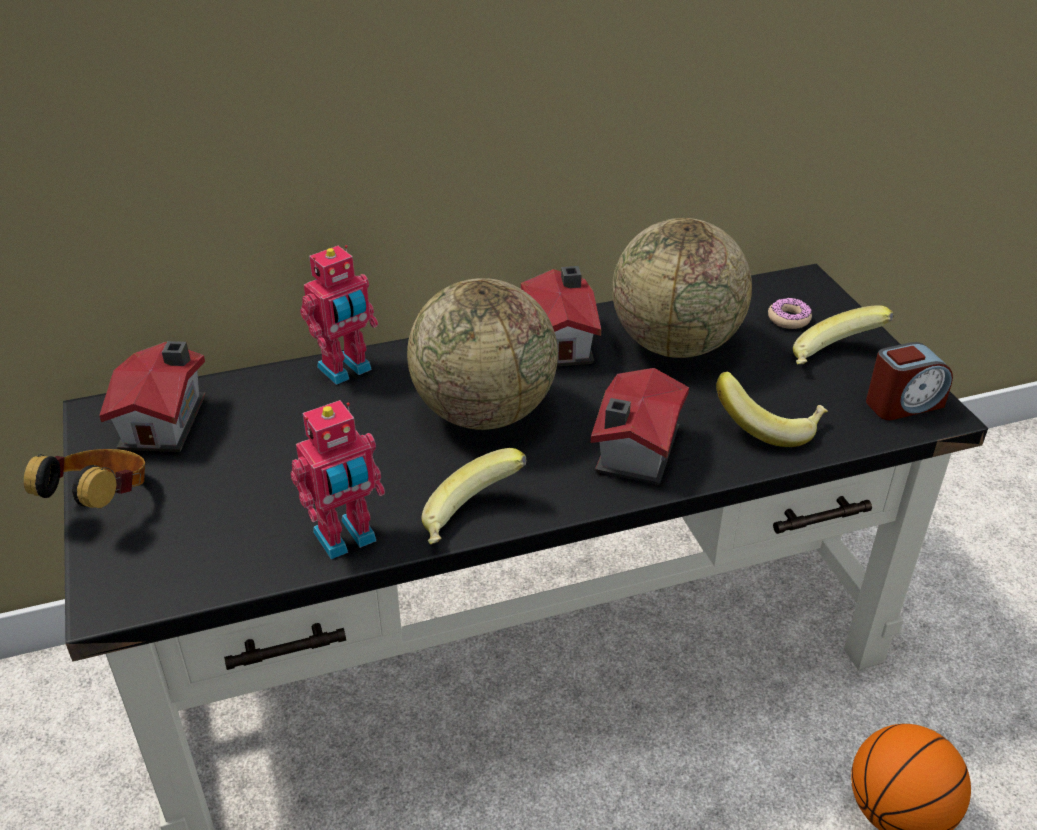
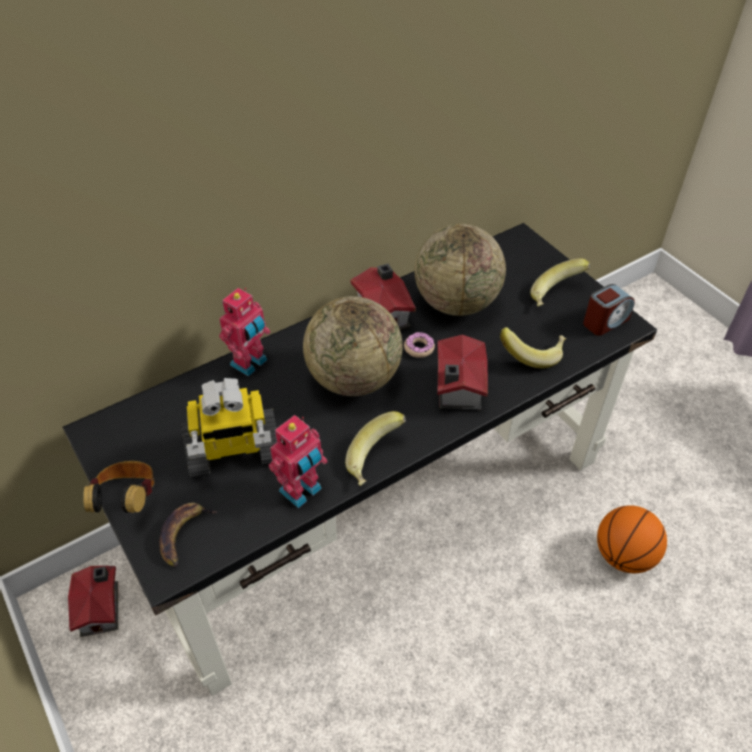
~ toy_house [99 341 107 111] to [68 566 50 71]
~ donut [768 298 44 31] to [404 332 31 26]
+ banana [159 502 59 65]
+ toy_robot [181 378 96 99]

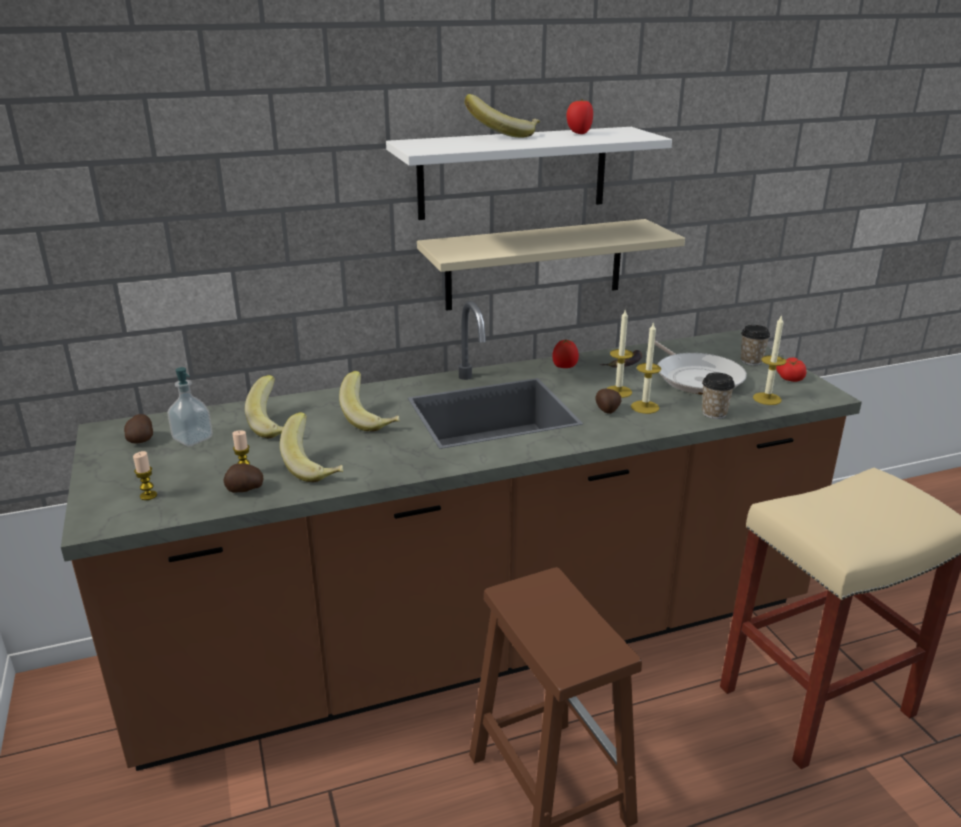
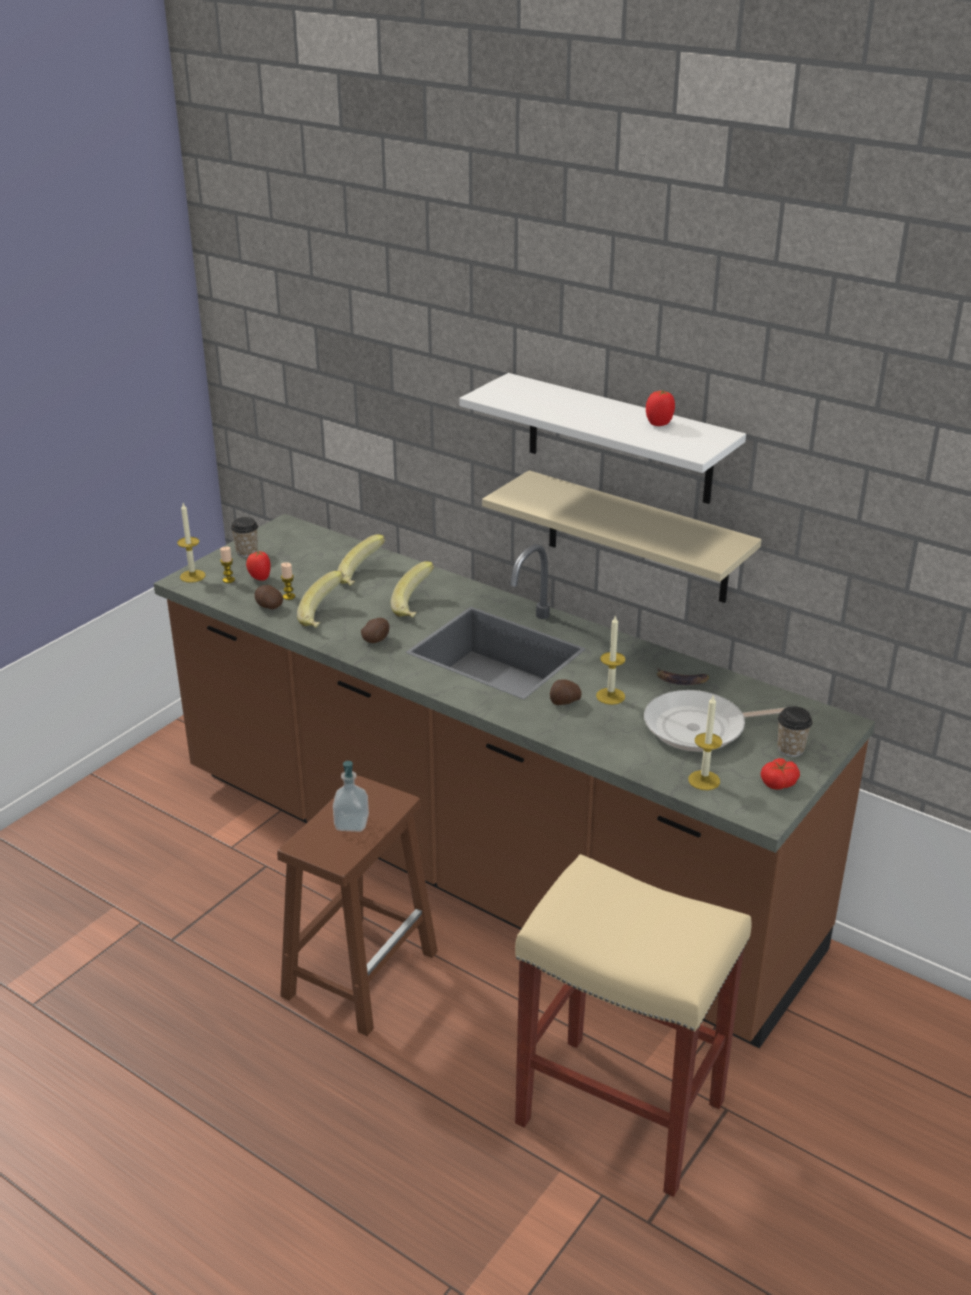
~ potato [124 414 29 30] to [361 618 28 25]
~ soap_dispenser [167 367 46 79] to [333 761 36 71]
- banana [465 94 75 44]
~ tomato [552 339 27 29] to [246 551 25 30]
~ candle [631 322 30 92] to [177 503 28 80]
~ frying_pan [654 340 93 55] = [644 690 143 62] 45 degrees clockwise
~ cup [702 373 33 46] to [231 517 27 40]

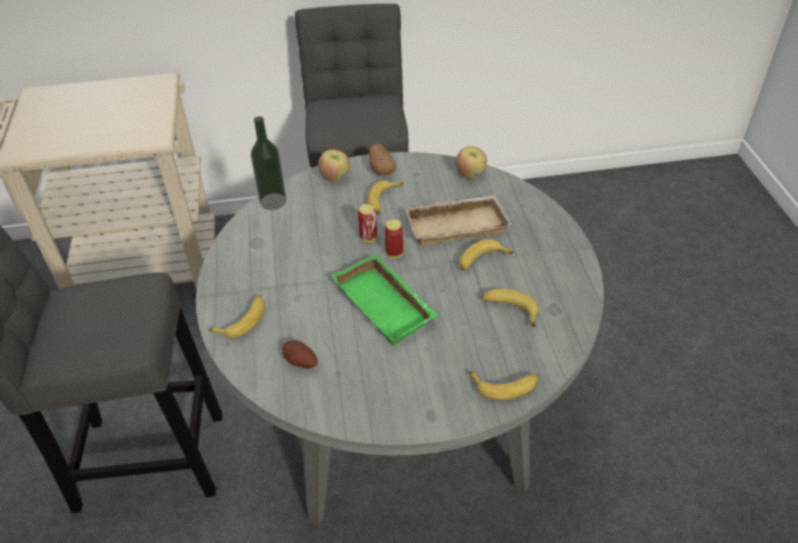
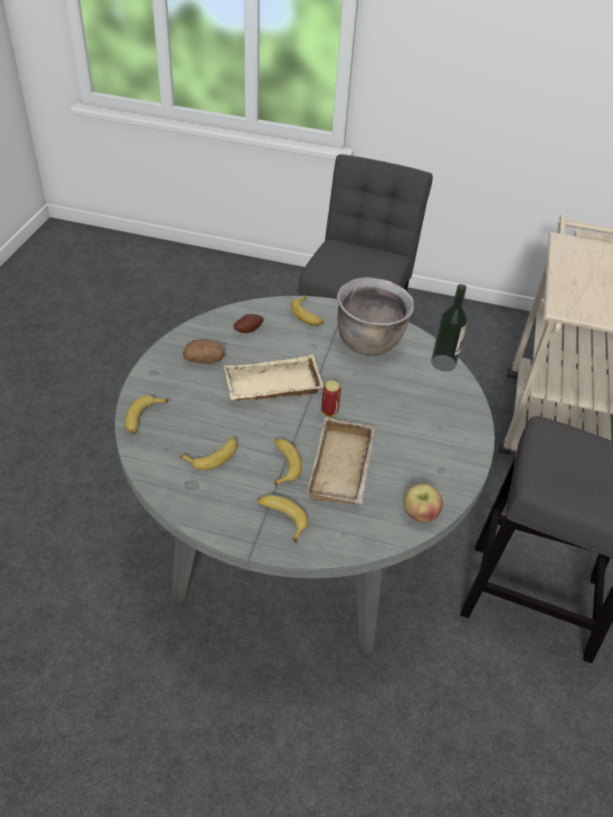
- apple [318 149 32 32]
~ green_tray [331 254 107 92] to beige_tray [224 354 100 47]
- can [358 204 19 38]
~ banana [367 180 36 34] to [257 495 51 48]
~ potato [368 143 28 32] to [183 340 42 24]
+ brown_cooking_pot [337 277 77 79]

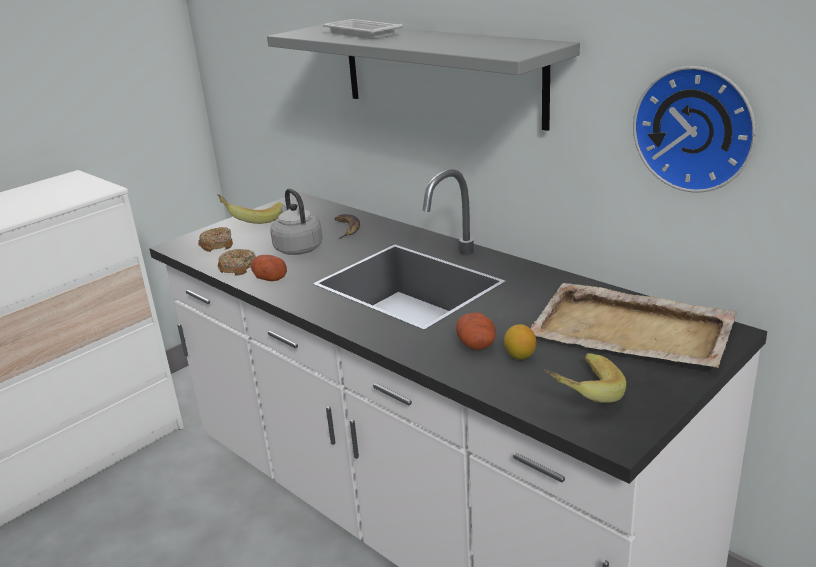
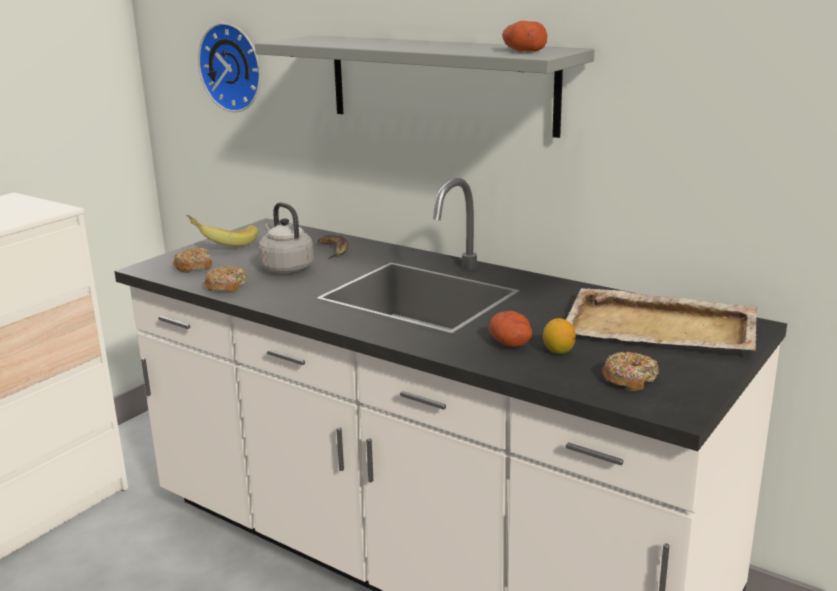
~ potato [251 255 36 26] to [502 21 45 30]
- white_tray [323 19 80 20]
~ banana [544 353 82 50] to donut [602 351 57 40]
~ wall_clock [633 66 123 127] to [198 23 63 89]

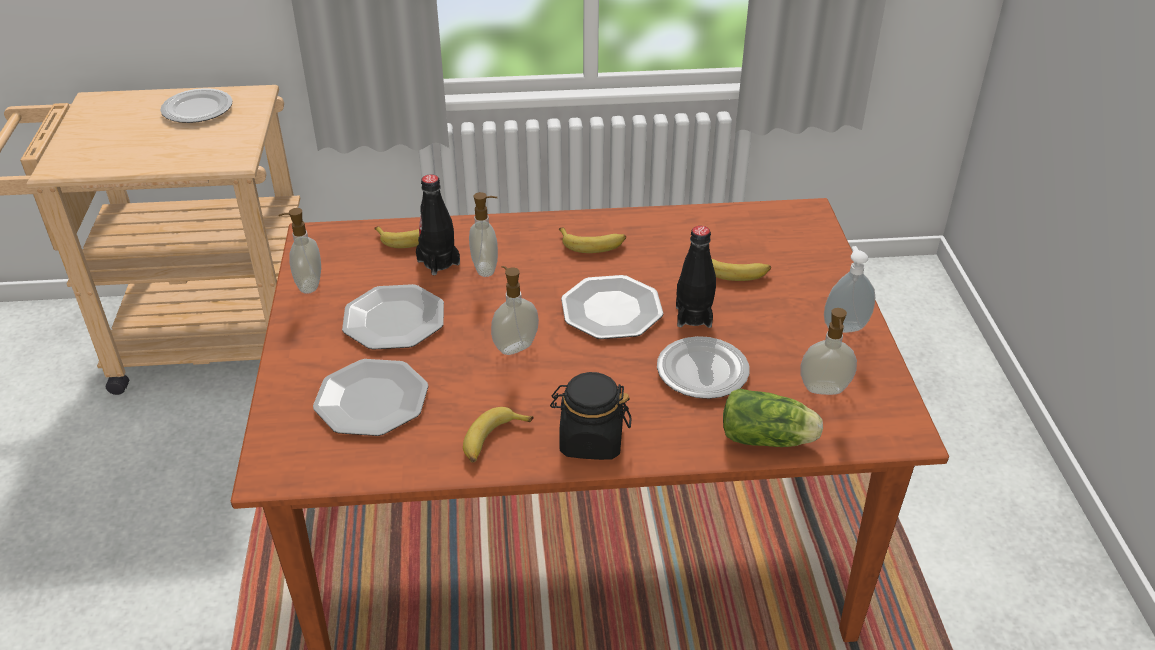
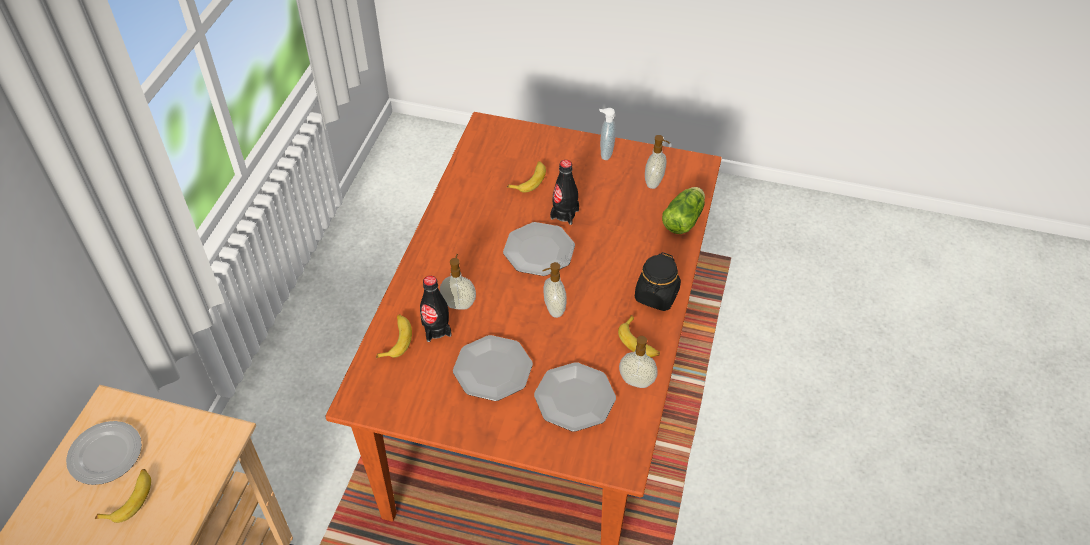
~ soap_dispenser [278 208 43 86] to [619 336 38 52]
~ banana [559 227 67 26] to [95 469 56 54]
- plate [657 336 93 63]

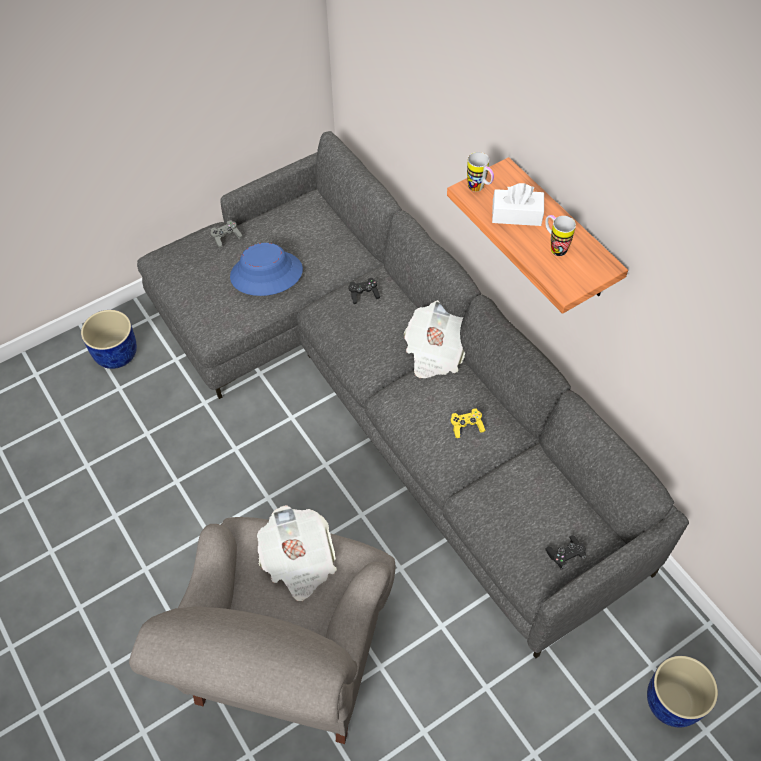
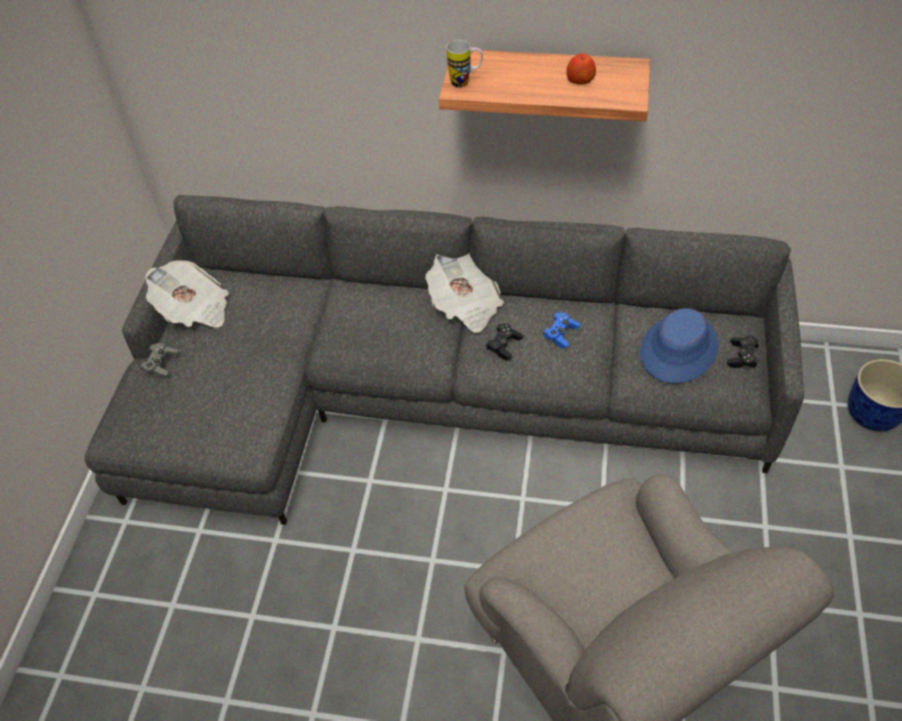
- blue_planter [81 310 56 59]
~ blue_hat [230 243 73 53] to [640 308 79 75]
~ newspaper [257 505 80 96] to [145 260 83 68]
~ black_game_controller [349 278 31 26] to [486 323 37 38]
~ yellow_game_controller [451 408 35 30] to blue_game_controller [543 312 37 37]
- white_tissue_box [492 183 52 43]
~ mug [545 215 31 41] to apple [566 53 30 32]

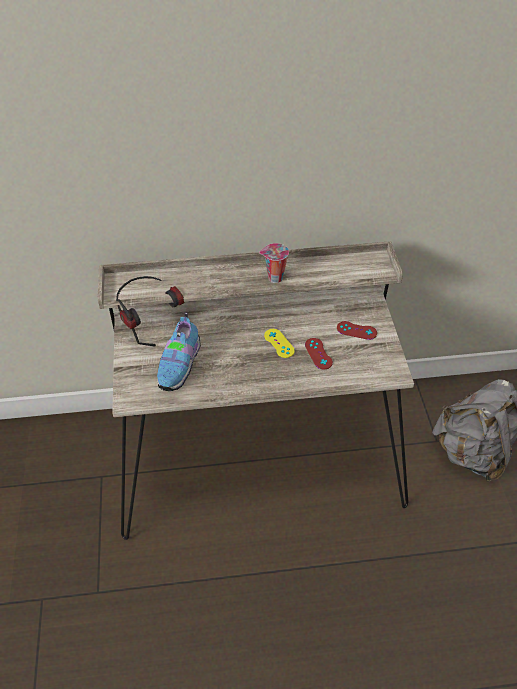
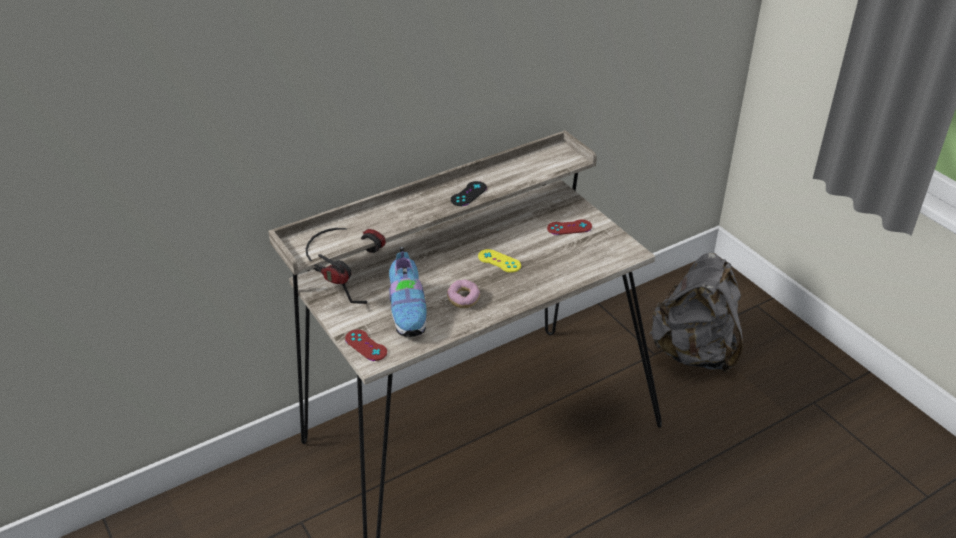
~ cup [259 243 30 40] to black_game_controller [451 181 36 25]
~ red_game_controller [305 338 28 32] to [345 330 42 31]
+ donut [447 279 33 29]

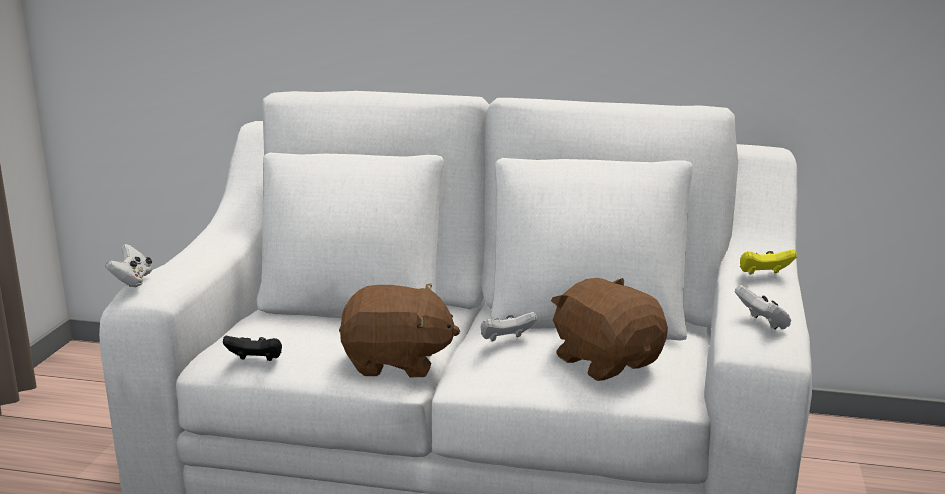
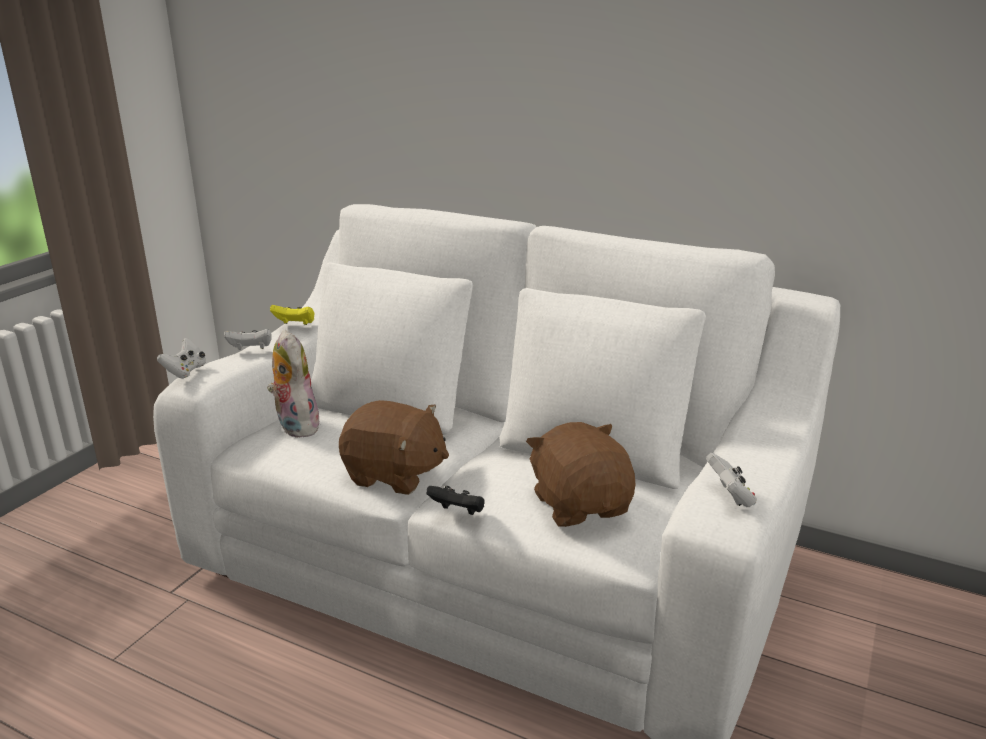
~ black_game_controller [223 336 59 25] to [426 486 59 29]
~ white_game_controller [481 312 56 29] to [224 329 48 21]
~ yellow_game_controller [740 249 57 25] to [270 305 45 20]
+ plush_toy [267 329 53 108]

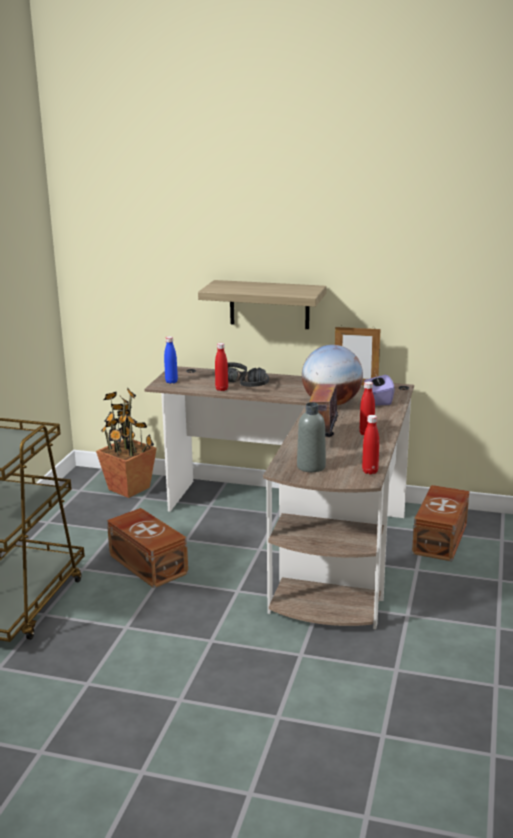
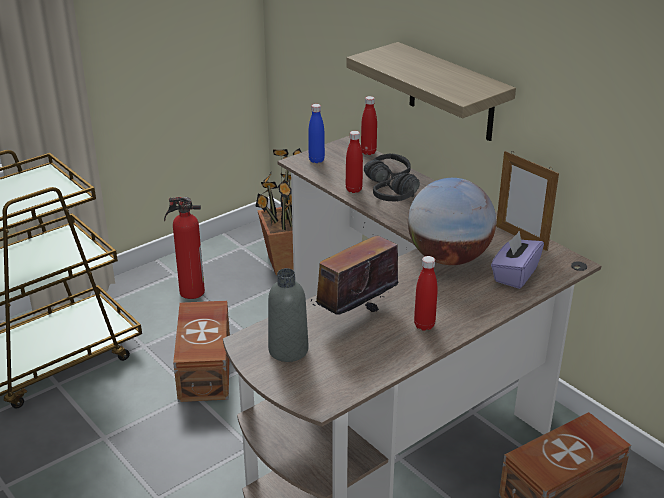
~ red_bottle [362 415 17 59] to [361 96 16 59]
+ fire_extinguisher [164 197 41 102]

